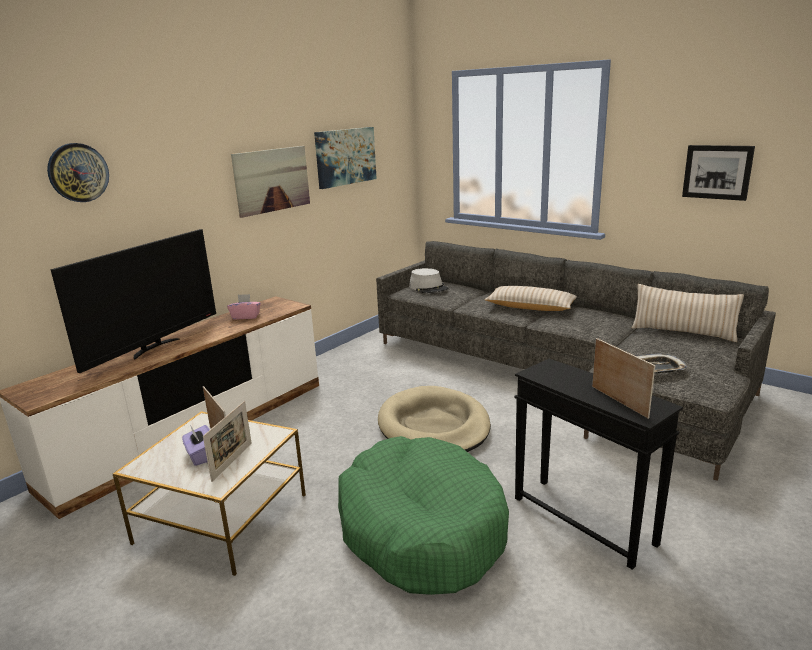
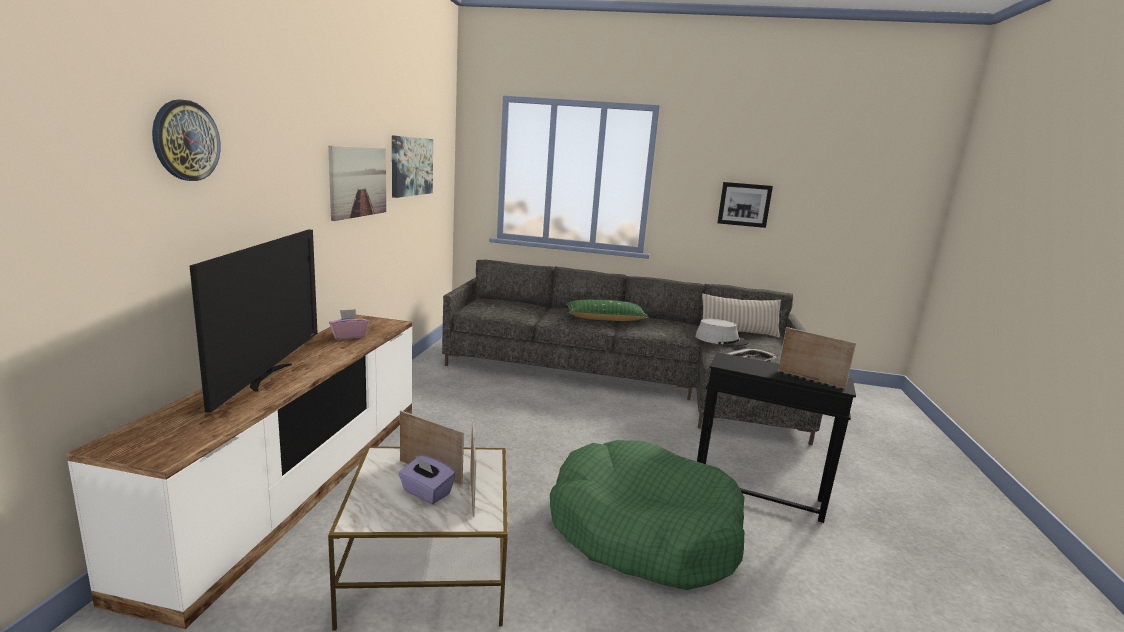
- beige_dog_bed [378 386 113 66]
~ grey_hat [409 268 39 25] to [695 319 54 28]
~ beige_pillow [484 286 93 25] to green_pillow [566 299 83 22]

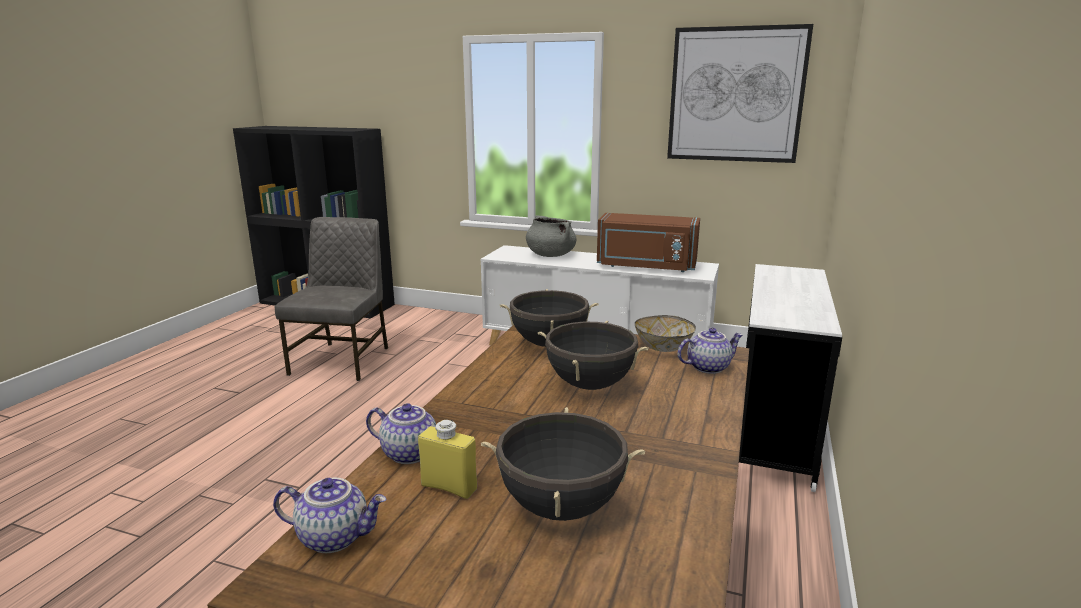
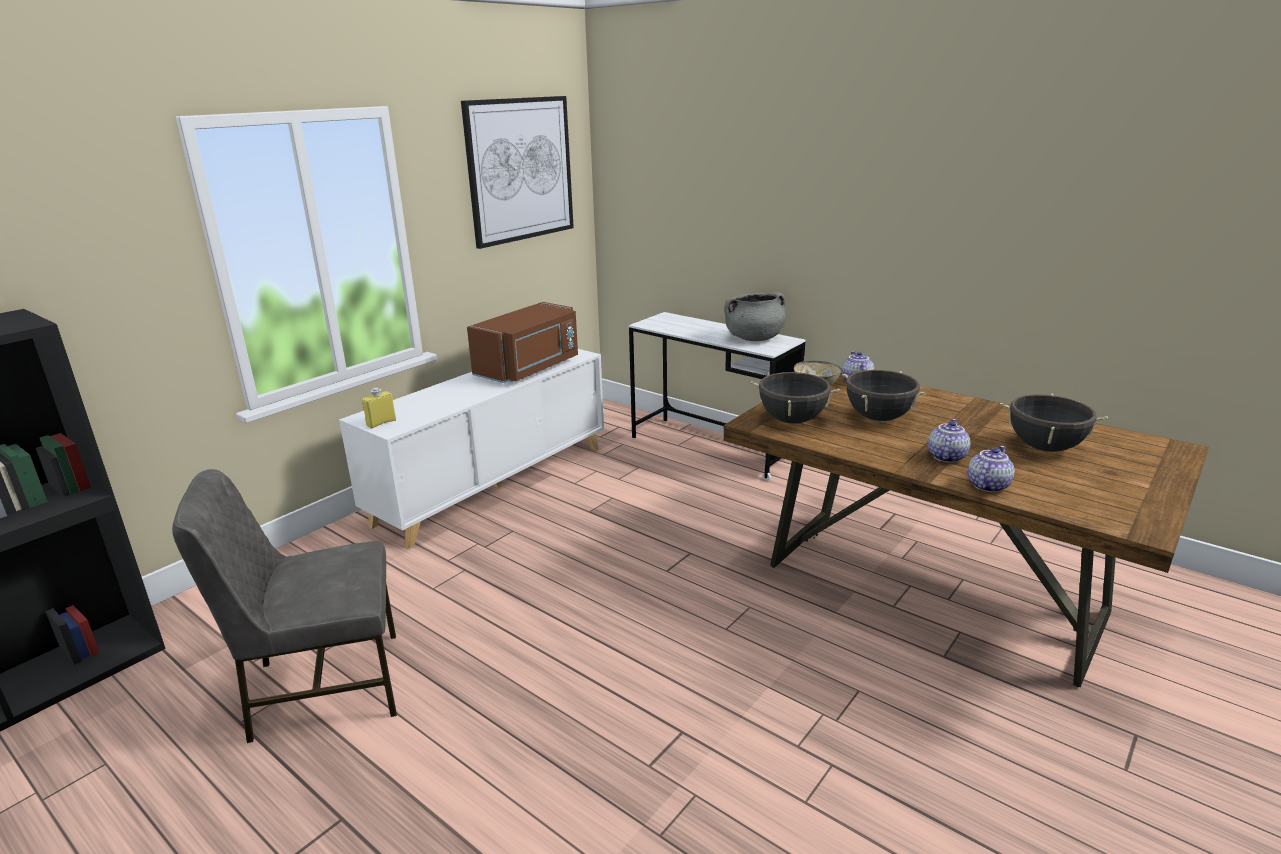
~ teapot [273 478 114 75] to [928 419 43 44]
~ grey_chair [275 217 113 164] = [172 469 225 274] 45 degrees counterclockwise
~ yellow_bottle [418 420 59 79] to [362 388 34 41]
~ grey_cooking_pot [526 215 50 42] to [724 293 62 48]

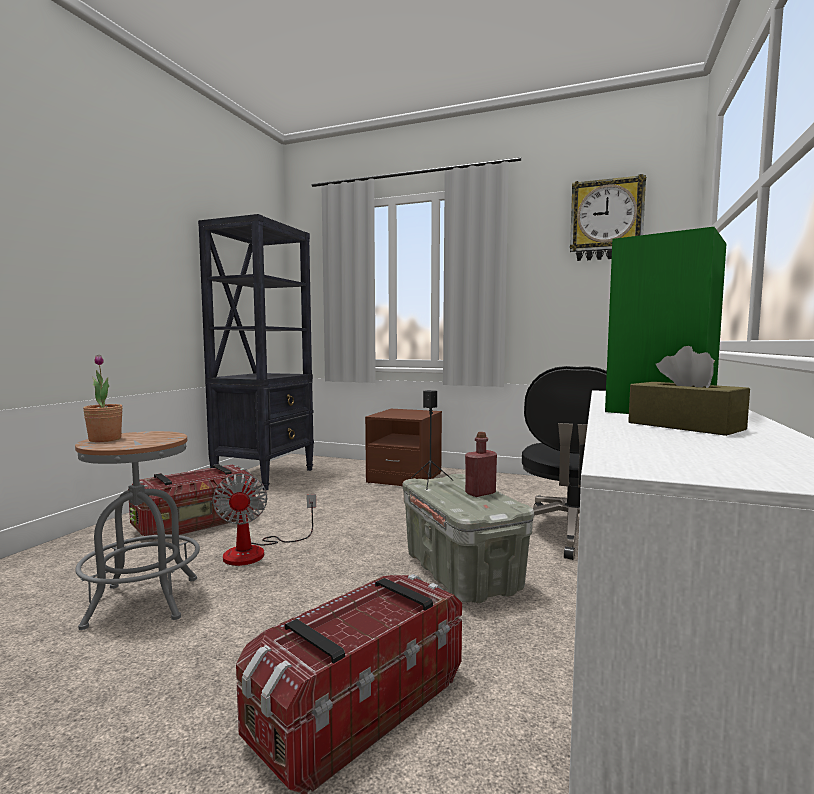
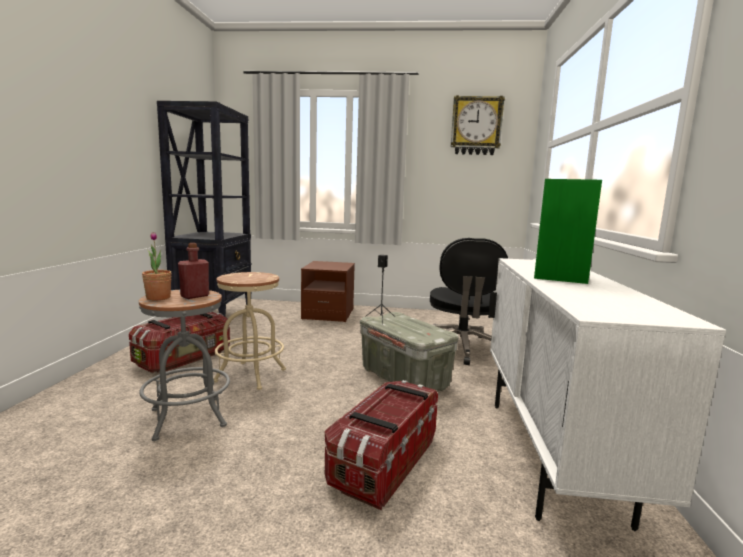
~ fan [212 473 104 93] to beige_stool [214 272 72 118]
~ red_bottle [465 432 32 65] to [178 243 31 56]
- brown_tissue_box [628 346 122 90]

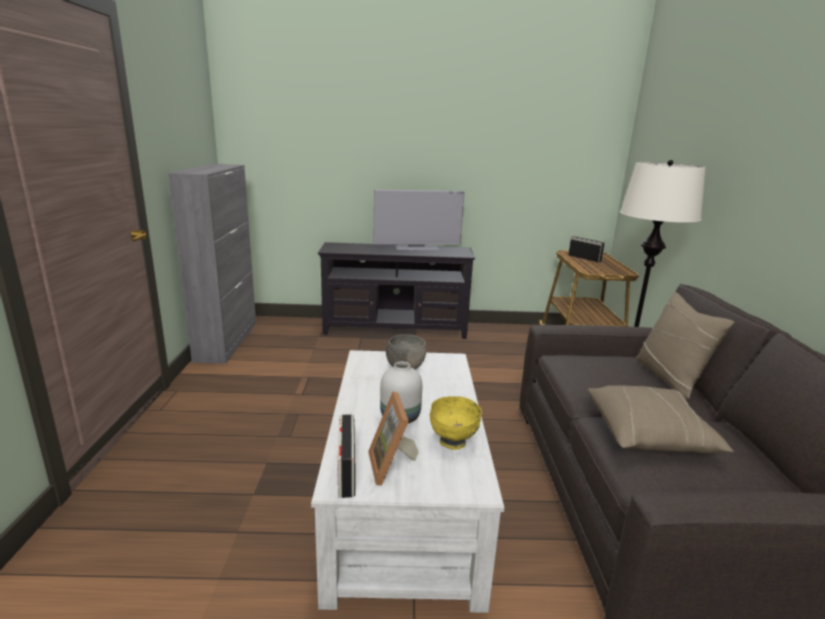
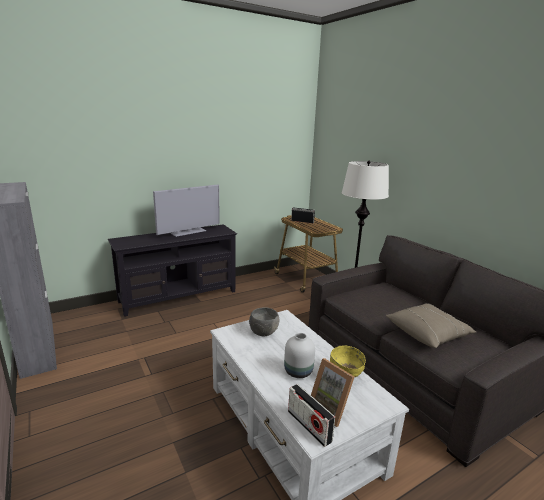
- beige_pillow [636 292 98 107]

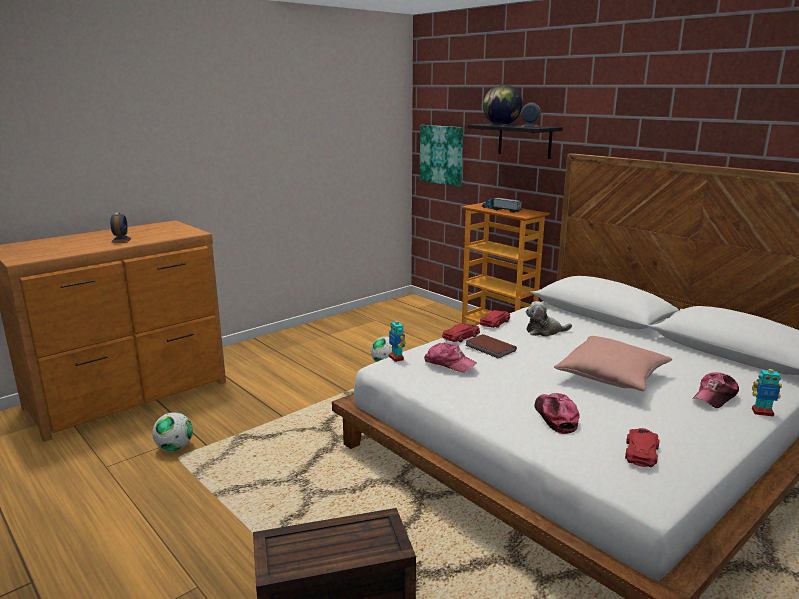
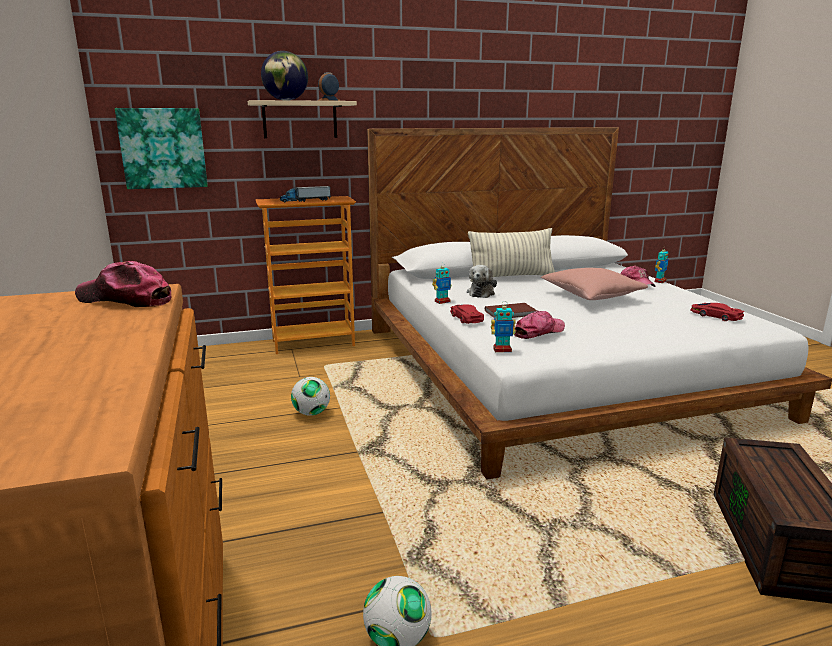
- alarm_clock [110 212 21 31]
~ black_shelf [468 123 95 36] to beige_shelf [248 100 109 38]
~ red_toy_car [480 310 30 18] to toy_robot [432 262 20 42]
~ cap [534 393 46 41] to [75 261 96 46]
+ pillow [468 228 87 54]

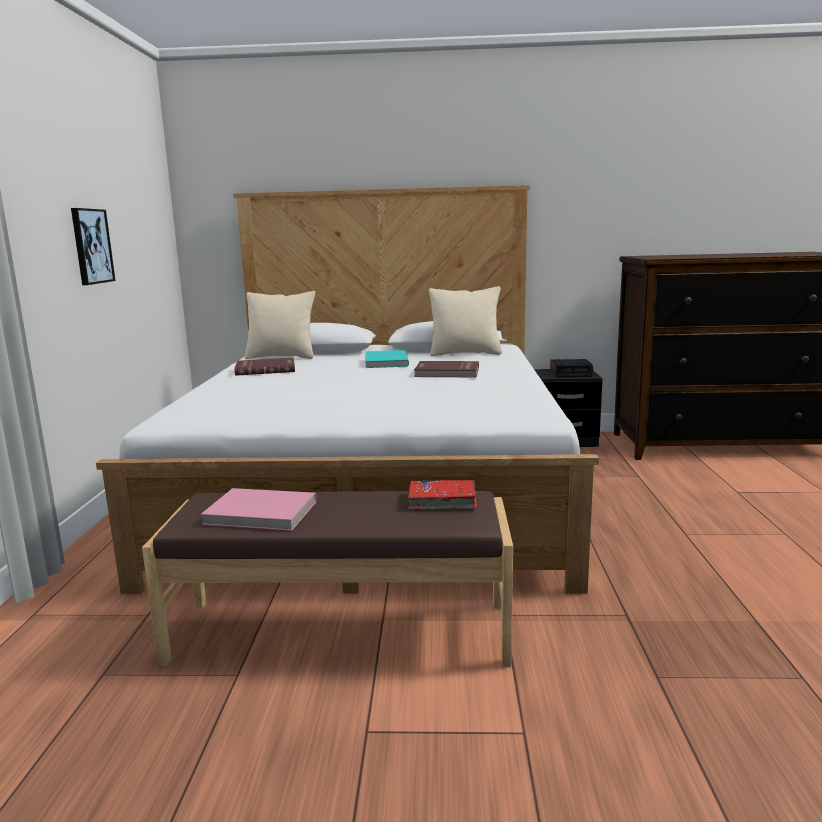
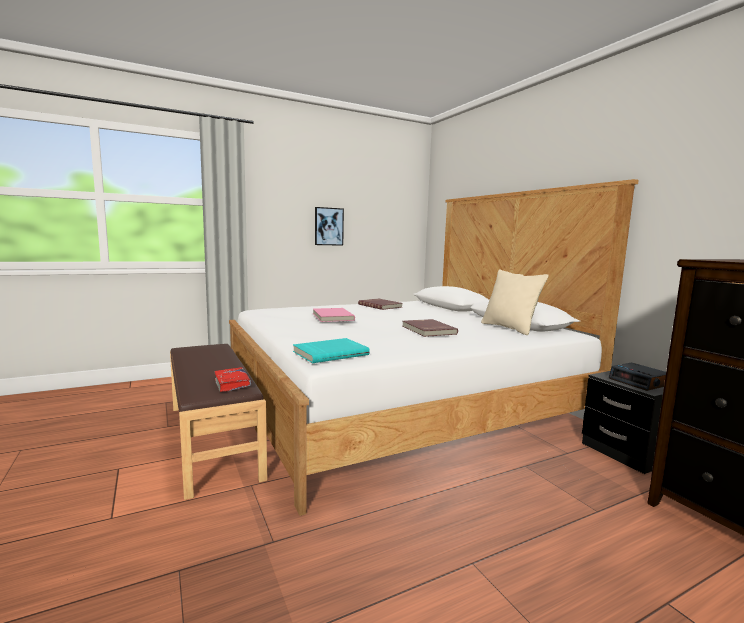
~ pink_book [201 488 115 43] to [313 308 42 14]
- beige_pillow [245 291 70 68]
~ turquoise_book [365 350 44 18] to [293 338 77 25]

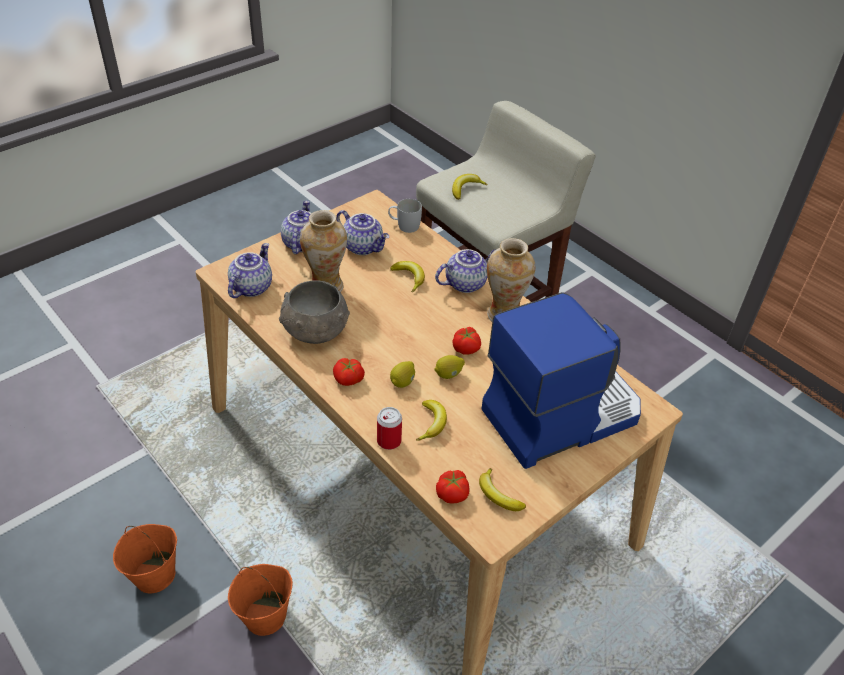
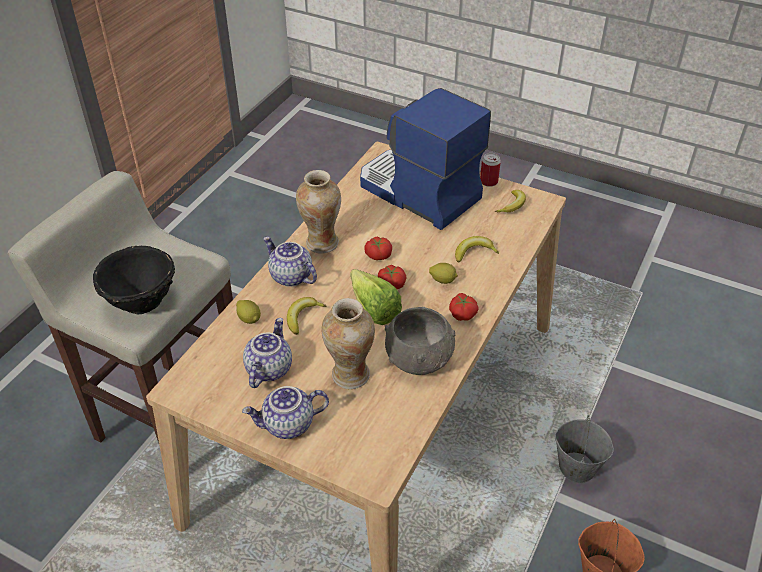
- teapot [228 243 44 55]
~ orange_bucket [228 564 65 72] to grey_bucket [555 415 59 68]
~ can [377 407 25 43] to [480 153 21 34]
- white_mug [388 199 34 34]
~ lemon [434 355 31 24] to [236 300 25 24]
~ tomato [436 470 33 34] to [378 265 28 24]
~ banana [452 174 36 26] to black_bowl [93 246 82 68]
+ lettuce [350 269 52 56]

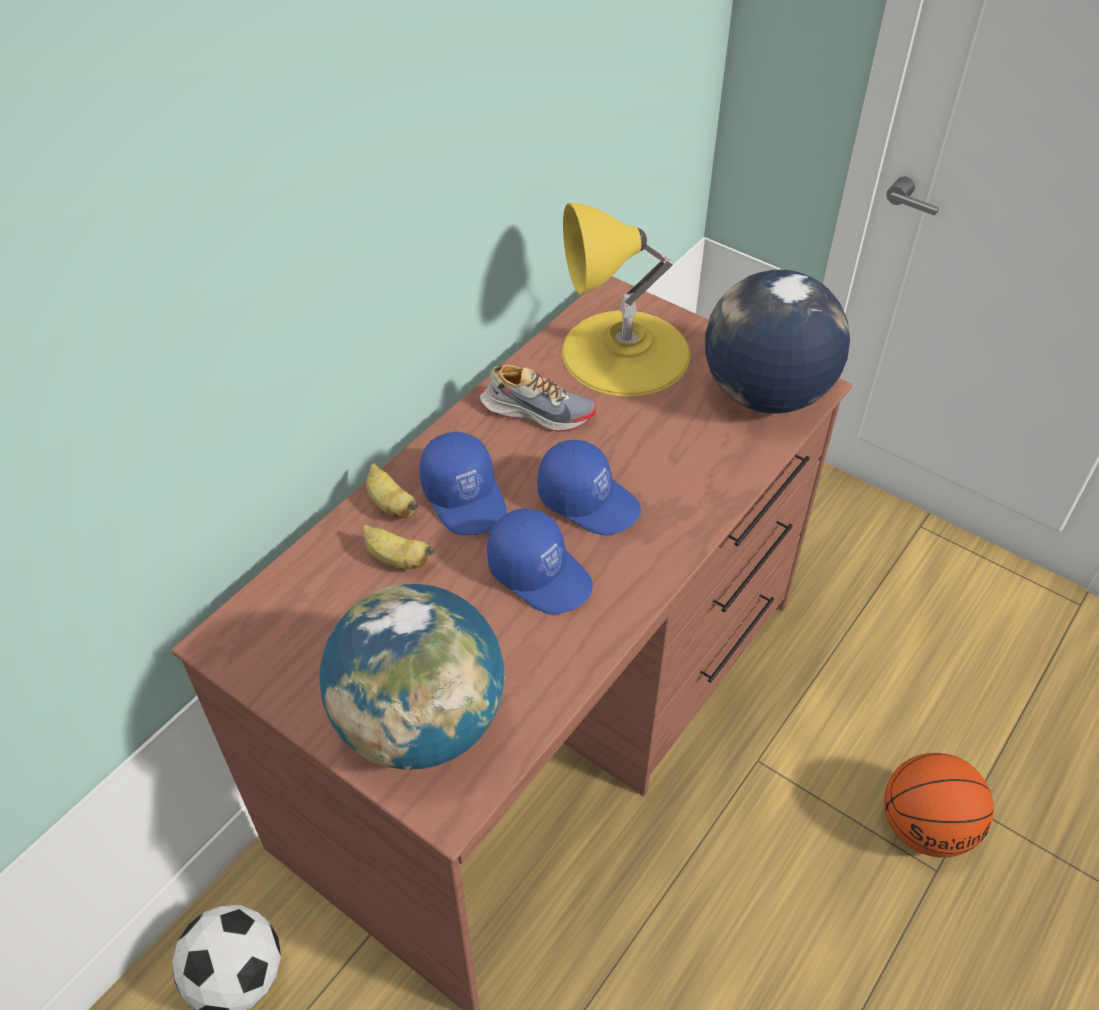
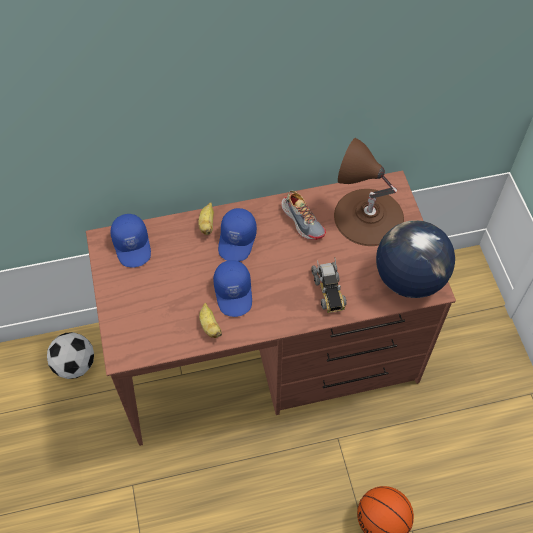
- globe [319 584 186 186]
~ banana [362 524 73 45] to [199 303 23 35]
~ blue_cap [537 440 104 95] to [111 214 40 54]
~ yellow_table_lamp [562 203 128 193] to brown_table_lamp [334 138 70 108]
+ toy_truck [311 257 35 56]

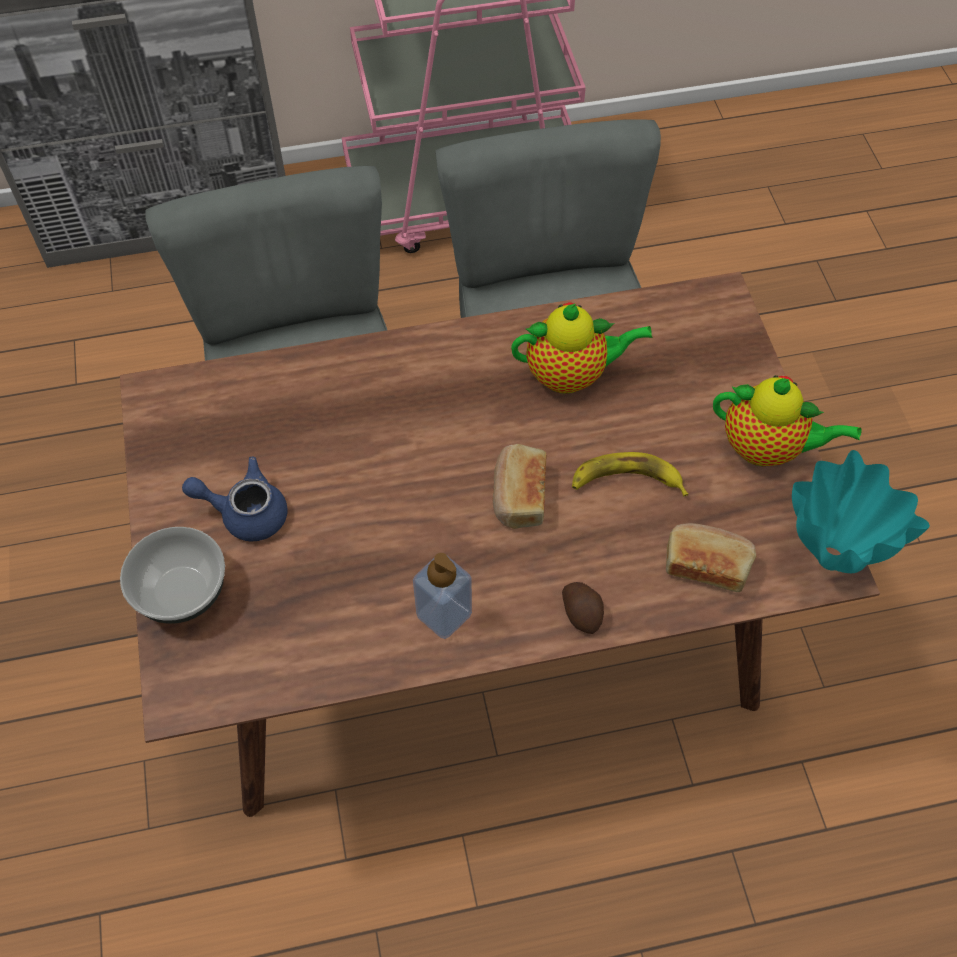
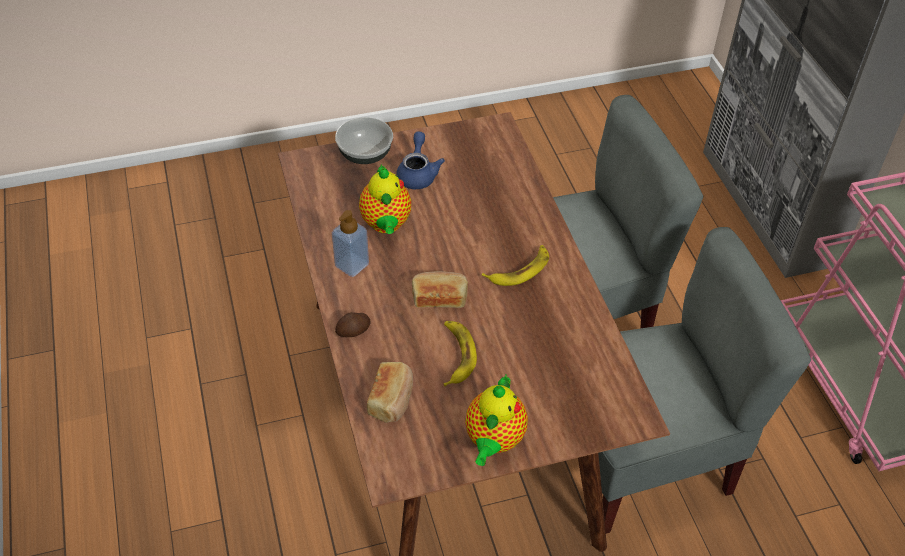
~ teapot [511 302 142 92] to [359 164 52 70]
- turquoise_vase [792 450 138 123]
+ banana [482 245 67 41]

